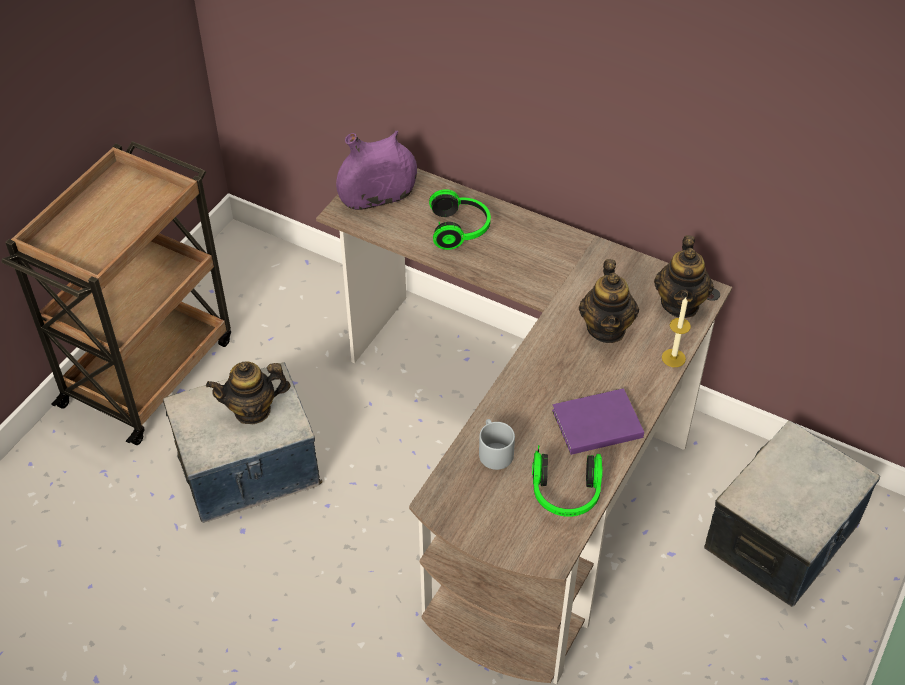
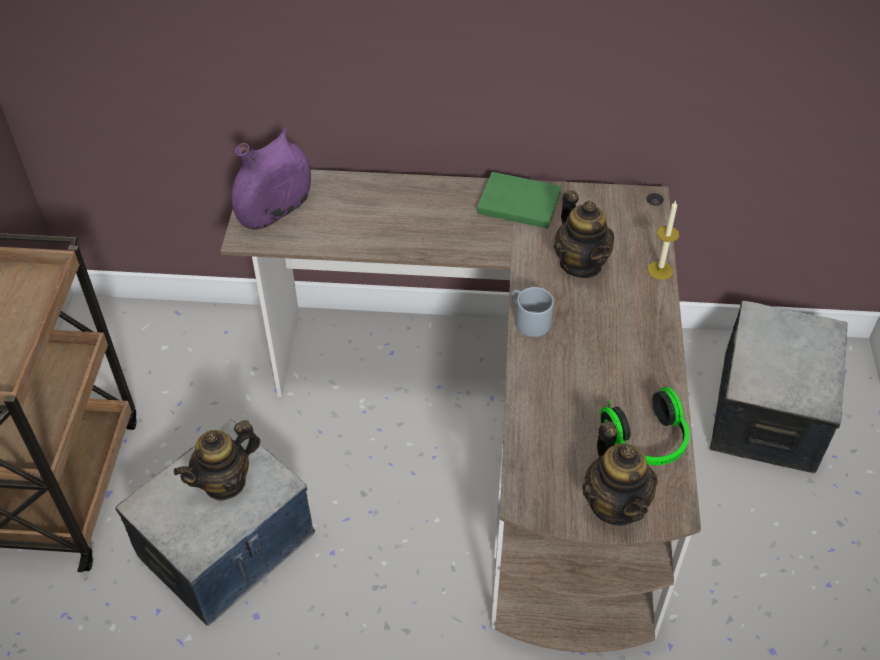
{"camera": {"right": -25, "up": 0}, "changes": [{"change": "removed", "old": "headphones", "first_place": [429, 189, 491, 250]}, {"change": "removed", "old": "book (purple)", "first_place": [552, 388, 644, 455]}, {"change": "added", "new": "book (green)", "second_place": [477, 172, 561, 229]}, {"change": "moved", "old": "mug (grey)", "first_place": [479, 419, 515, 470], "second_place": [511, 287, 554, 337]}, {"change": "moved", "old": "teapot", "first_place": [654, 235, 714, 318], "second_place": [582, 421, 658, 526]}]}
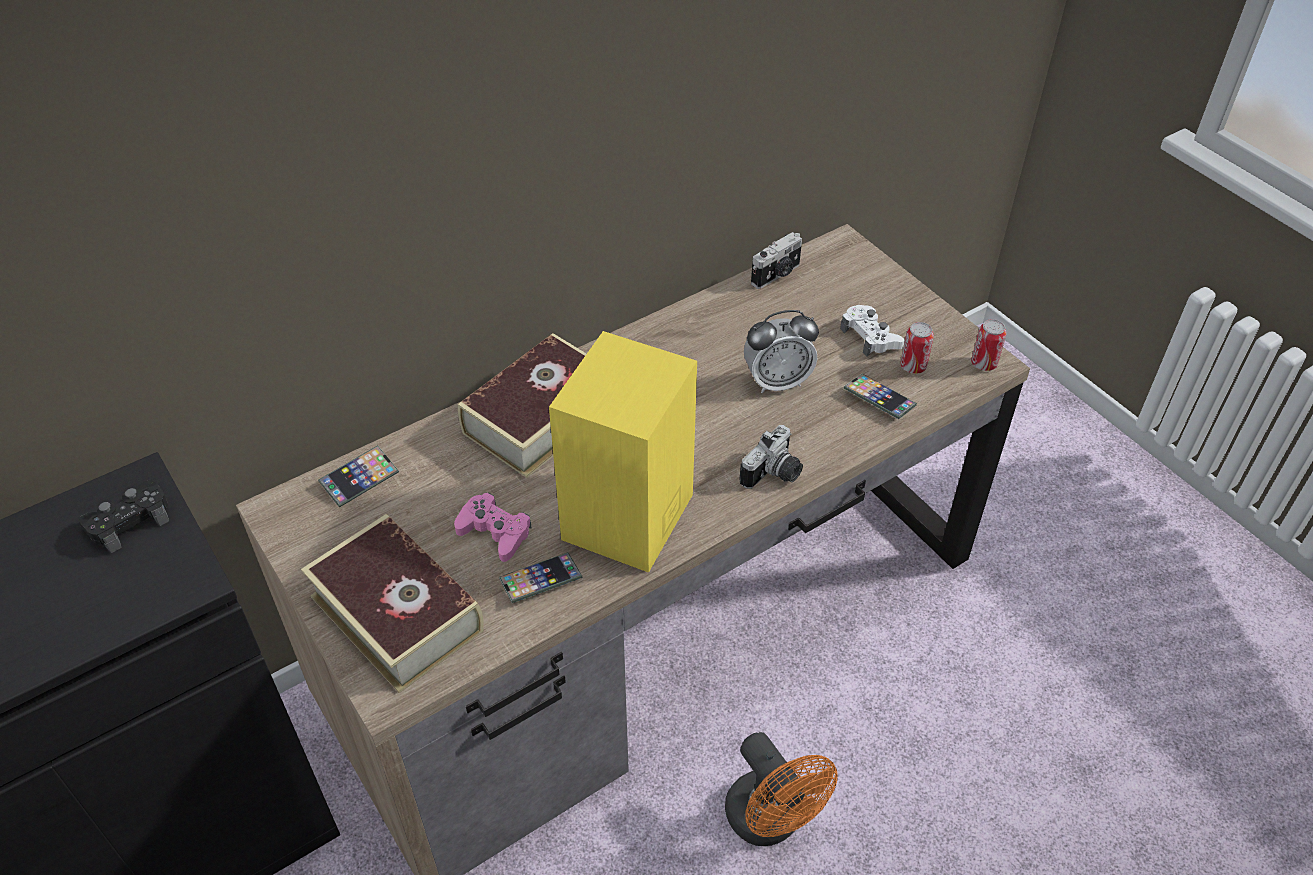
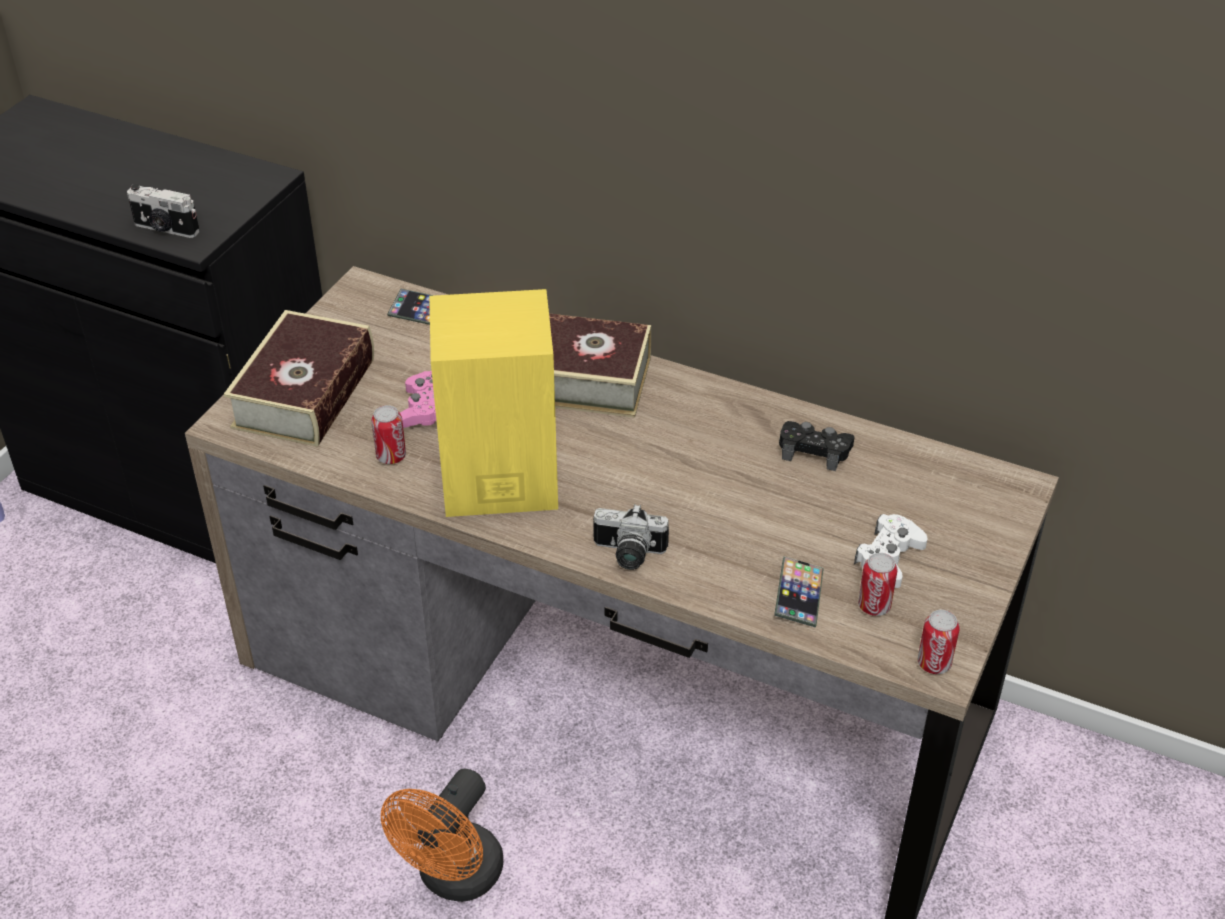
{"camera": {"right": 60, "up": -5}, "changes": [{"change": "removed", "old": "alarm clock", "first_place": [744, 310, 819, 393]}, {"change": "moved", "old": "game controller (black)", "first_place": [78, 480, 169, 553], "second_place": [779, 421, 854, 471]}, {"change": "moved", "old": "photo camera", "first_place": [751, 232, 802, 289], "second_place": [127, 184, 200, 238]}, {"change": "replaced", "old": "phone", "new": "can", "first_place": [499, 552, 583, 603], "second_place": [371, 405, 406, 464]}]}
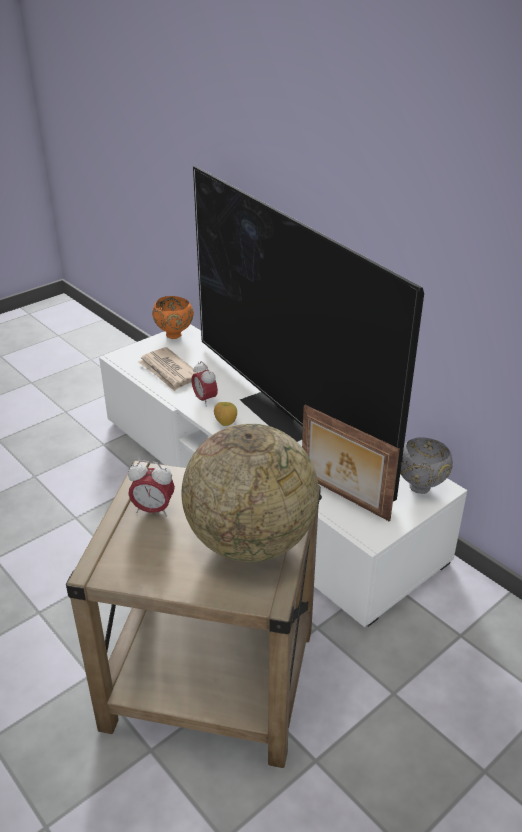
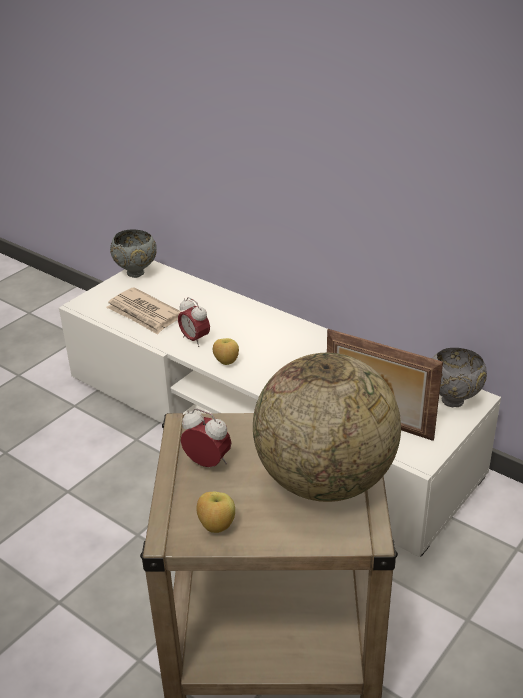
{"camera": {"right": -10, "up": 0}, "changes": [{"change": "removed", "old": "television", "first_place": [193, 166, 424, 501]}, {"change": "added", "new": "apple", "second_place": [196, 492, 235, 533]}, {"change": "recoloured", "old": "bowl (orange)", "new": "bowl (grey)", "first_place": [152, 296, 194, 339], "second_place": [110, 229, 157, 278]}, {"change": "turned", "old": "alarm clock", "first_place": [128, 460, 175, 517], "second_place": [181, 409, 231, 467], "degrees": -150}]}
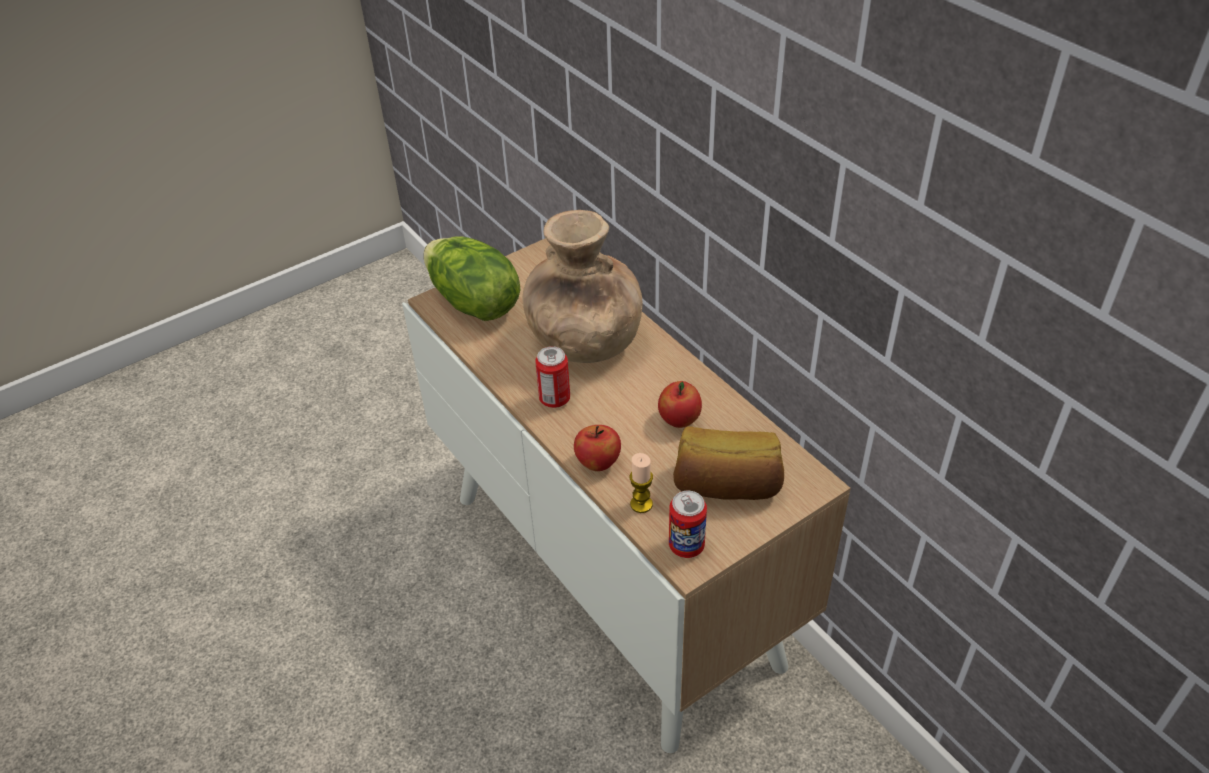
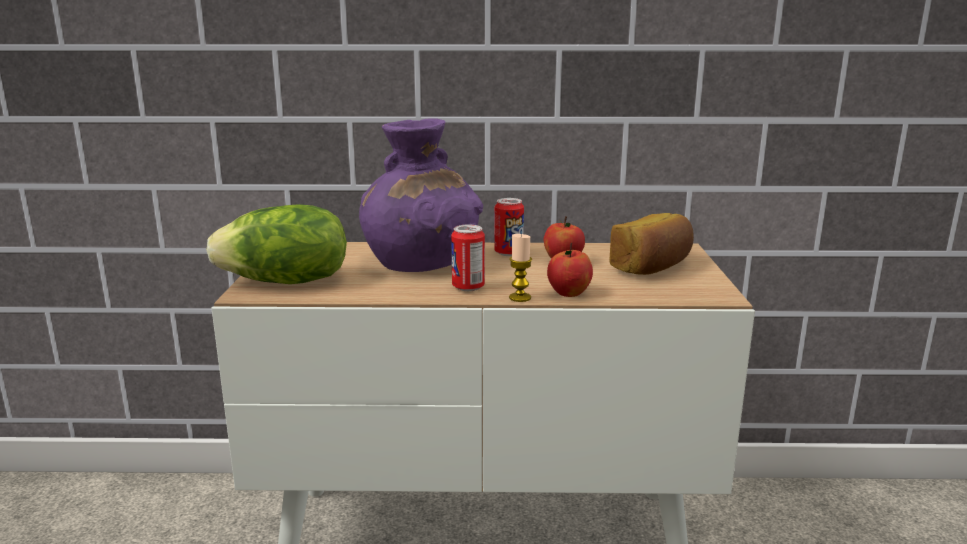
{"camera": {"right": -55, "up": -25}, "changes": [{"change": "moved", "old": "candle", "first_place": [630, 453, 653, 513], "second_place": [509, 234, 532, 302]}, {"change": "moved", "old": "can", "first_place": [669, 491, 707, 558], "second_place": [494, 198, 524, 256]}, {"change": "recoloured", "old": "vase (brown)", "new": "vase (purple)", "first_place": [522, 210, 643, 363], "second_place": [359, 118, 483, 272]}]}
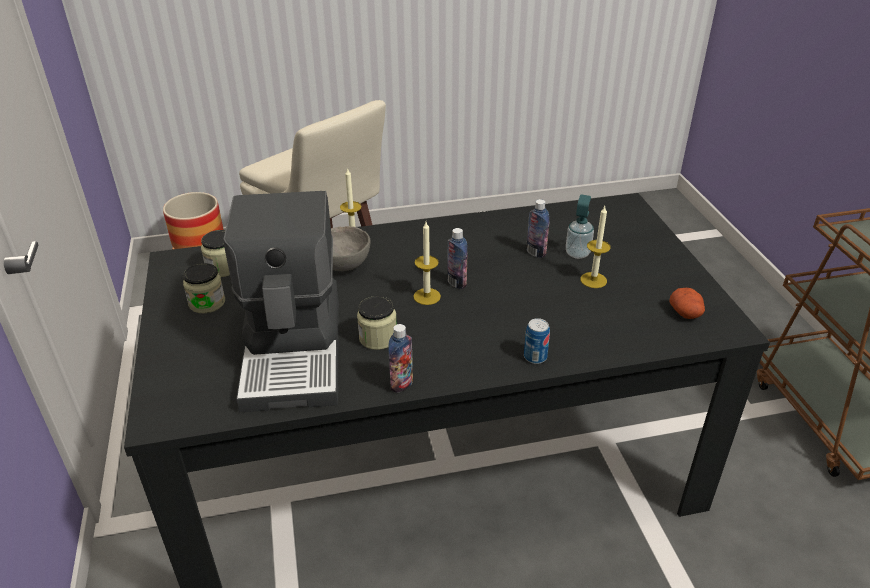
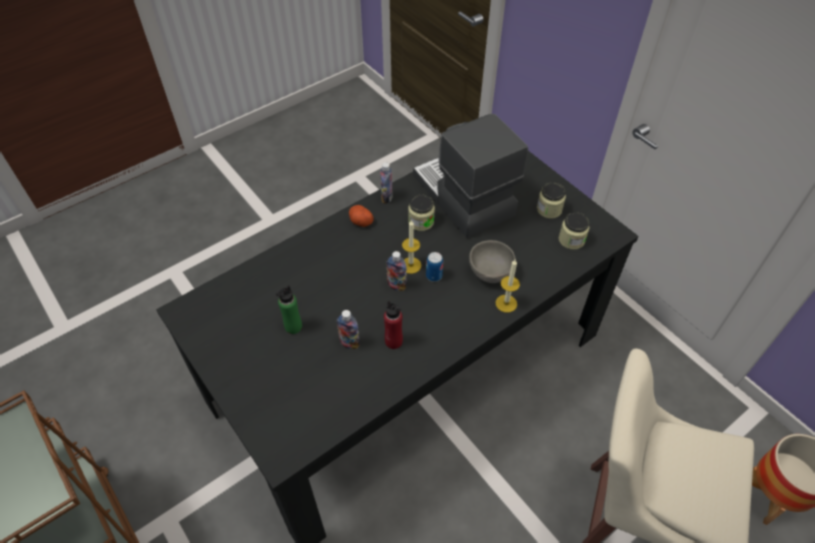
{"camera": {"right": 155, "up": 15}, "changes": [{"change": "removed", "old": "soap dispenser", "first_place": [566, 195, 594, 259]}, {"change": "added", "new": "bottle (red)", "second_place": [384, 301, 403, 349]}, {"change": "moved", "old": "can", "first_place": [524, 318, 550, 364], "second_place": [426, 252, 443, 282]}, {"change": "moved", "old": "potato", "first_place": [669, 288, 705, 319], "second_place": [349, 205, 374, 227]}, {"change": "replaced", "old": "candle", "new": "bottle (green)", "first_place": [580, 206, 610, 288], "second_place": [276, 285, 302, 334]}]}
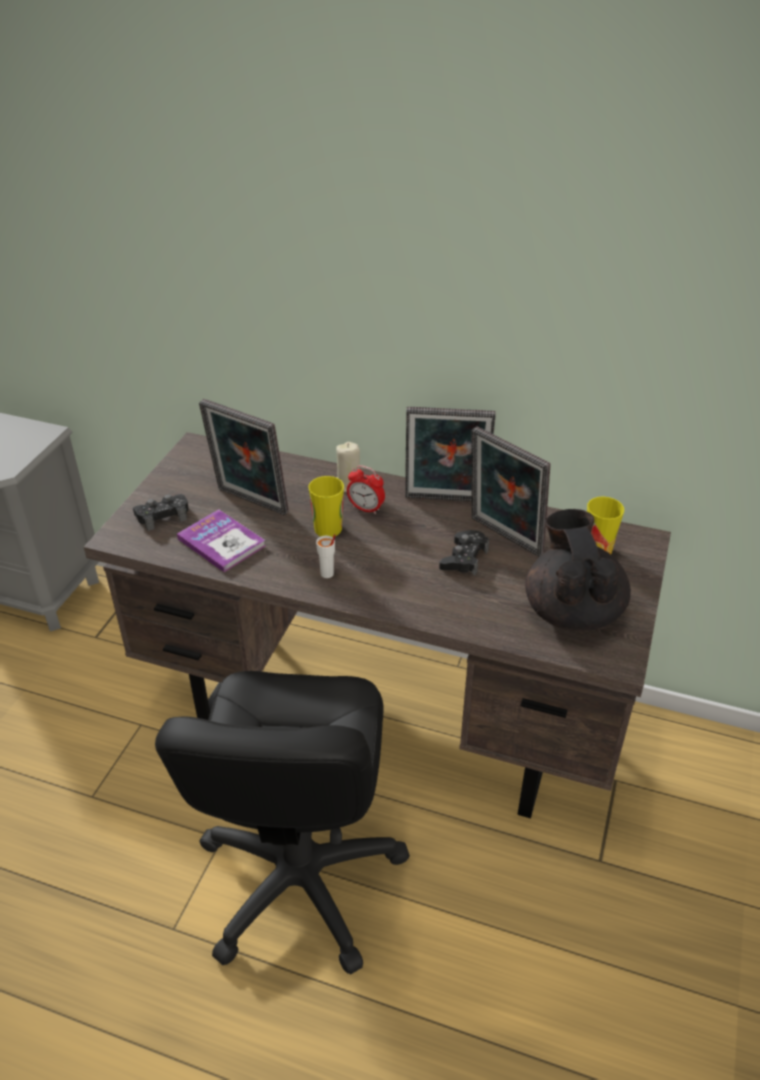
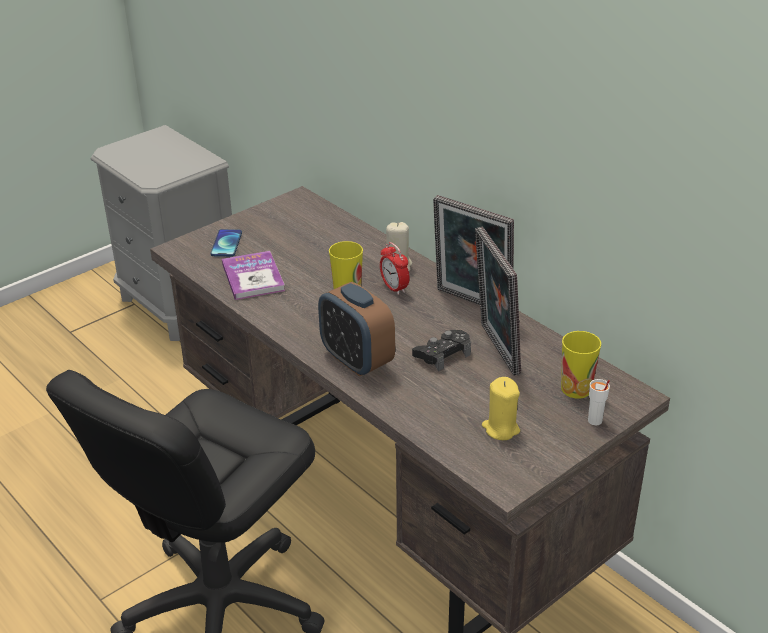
{"camera": {"right": 30, "up": -5}, "changes": [{"change": "removed", "old": "picture frame", "first_place": [199, 399, 289, 515]}, {"change": "added", "new": "alarm clock", "second_place": [318, 282, 395, 377]}, {"change": "moved", "old": "cup (white)", "first_place": [316, 534, 335, 578], "second_place": [588, 379, 610, 425]}, {"change": "replaced", "old": "game controller (black)", "new": "phone", "first_place": [133, 494, 189, 531], "second_place": [211, 229, 242, 257]}, {"change": "replaced", "old": "teapot (black)", "new": "candle (yellow)", "first_place": [525, 509, 631, 631], "second_place": [482, 377, 520, 440]}]}
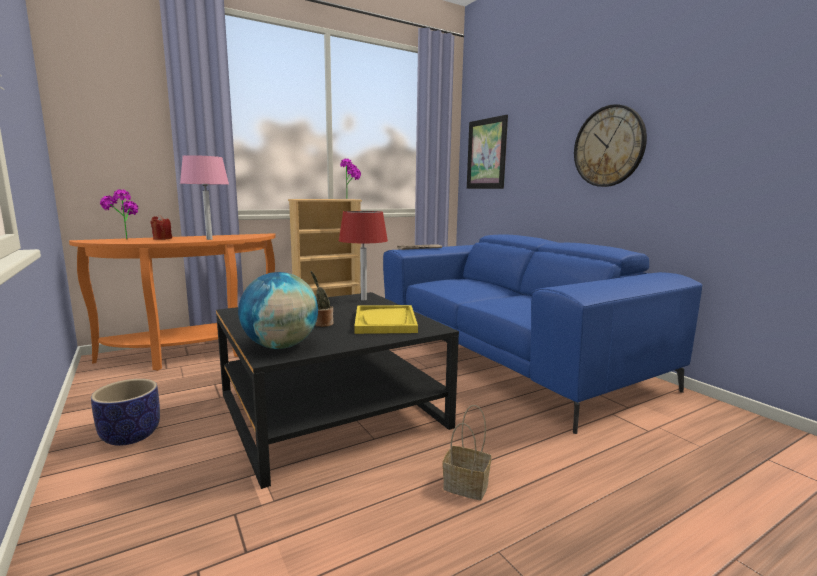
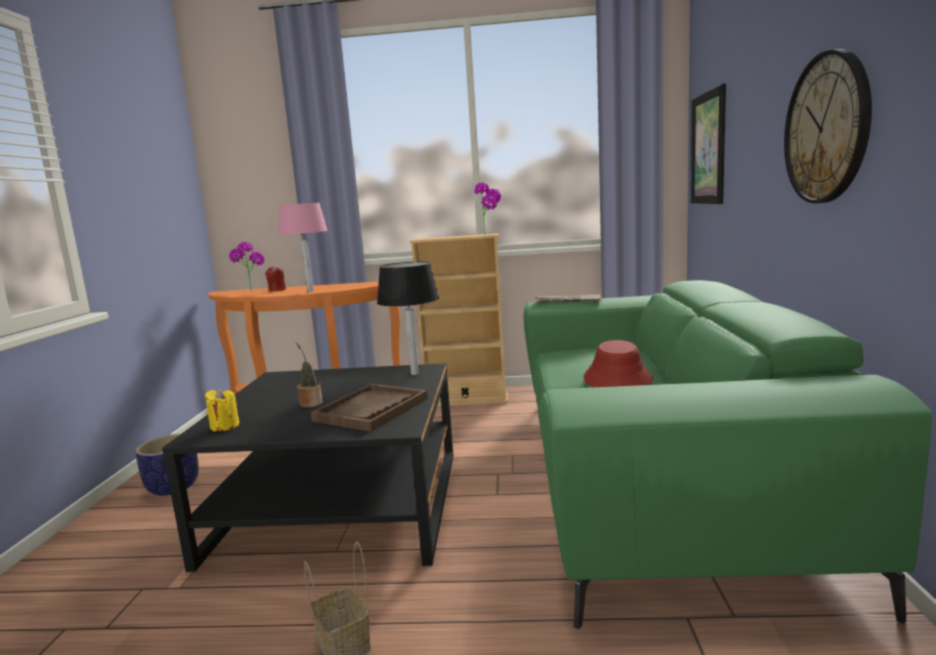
{"camera": {"right": 35, "up": 0}, "changes": [{"change": "added", "new": "hat (red)", "second_place": [584, 340, 653, 387]}, {"change": "replaced", "old": "globe", "new": "candle (yellow)", "first_place": [238, 272, 318, 349], "second_place": [205, 389, 239, 432]}, {"change": "recoloured", "old": "table lamp (red)", "new": "table lamp (black)", "first_place": [338, 211, 388, 300], "second_place": [377, 261, 439, 375]}, {"change": "recoloured", "old": "tray (yellow)", "new": "tray (brown)", "first_place": [354, 305, 418, 334], "second_place": [311, 384, 428, 432]}, {"change": "recoloured", "old": "sofa (blue)", "new": "sofa (green)", "first_place": [383, 234, 702, 434], "second_place": [524, 280, 932, 630]}]}
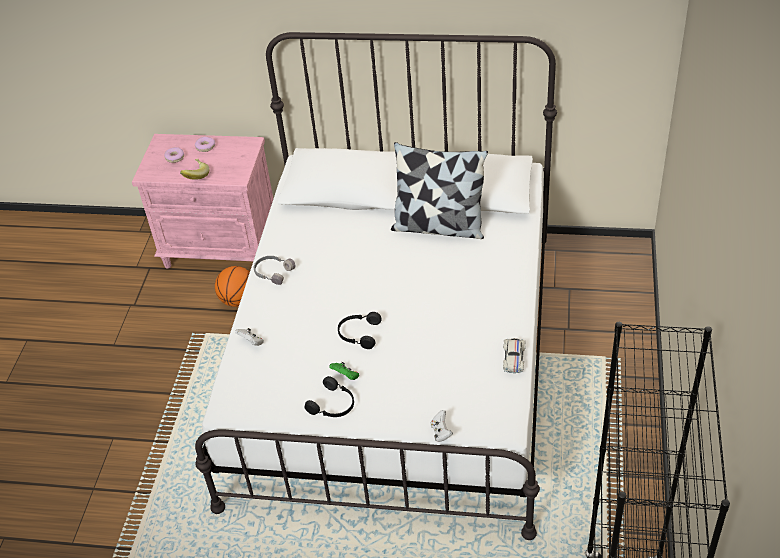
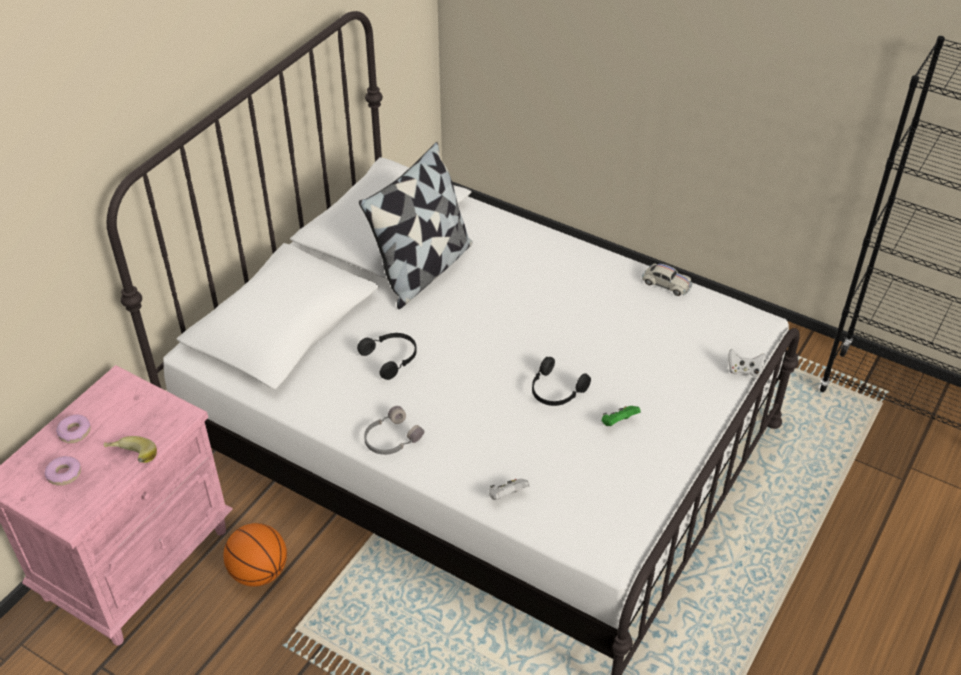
{"camera": {"right": -70, "up": 0}, "changes": [{"change": "moved", "old": "headphones (black)", "first_place": [304, 376, 354, 417], "second_place": [357, 333, 417, 380]}]}
